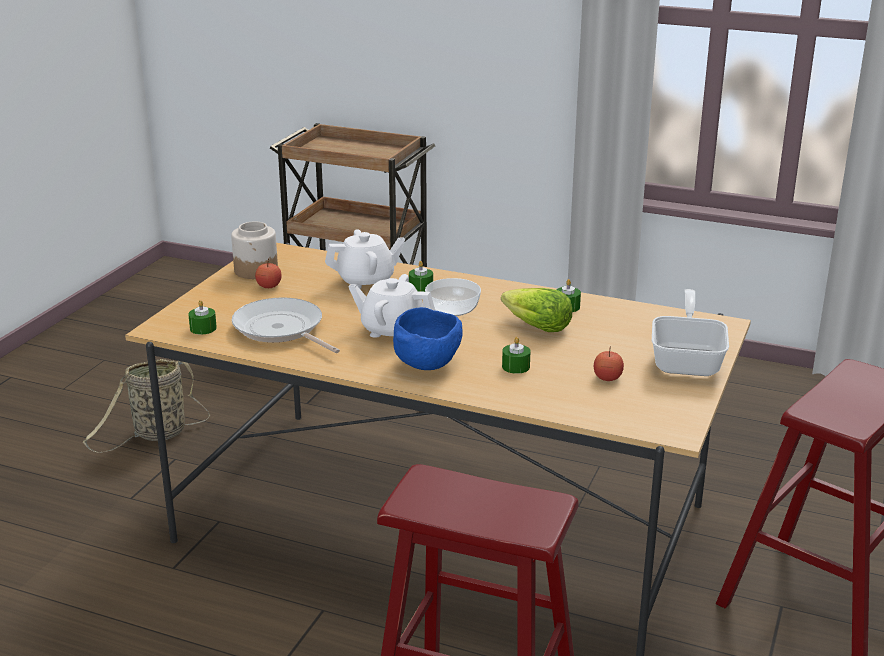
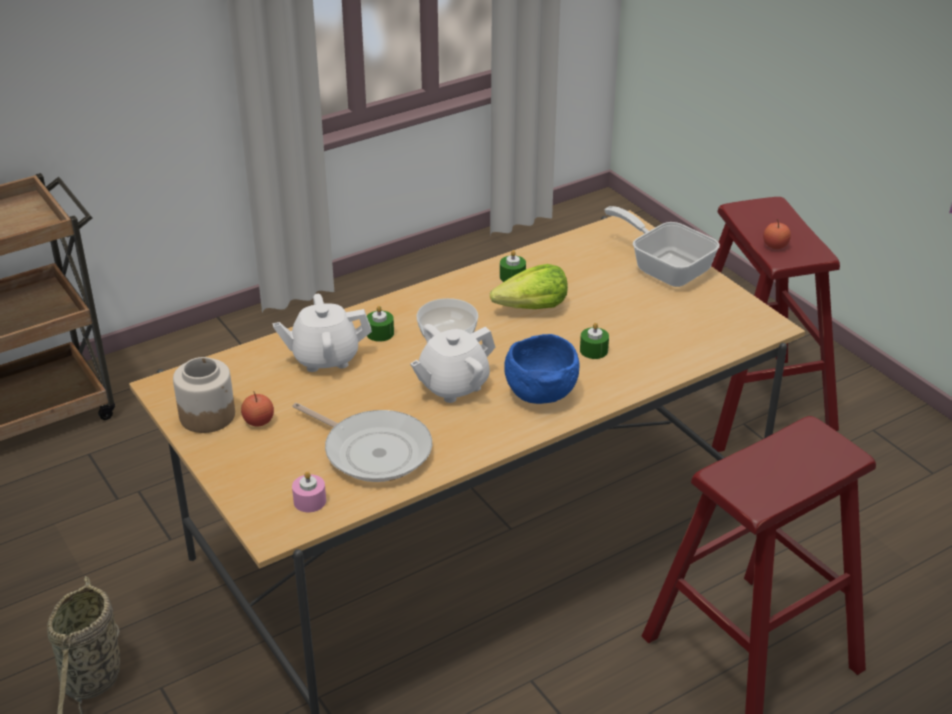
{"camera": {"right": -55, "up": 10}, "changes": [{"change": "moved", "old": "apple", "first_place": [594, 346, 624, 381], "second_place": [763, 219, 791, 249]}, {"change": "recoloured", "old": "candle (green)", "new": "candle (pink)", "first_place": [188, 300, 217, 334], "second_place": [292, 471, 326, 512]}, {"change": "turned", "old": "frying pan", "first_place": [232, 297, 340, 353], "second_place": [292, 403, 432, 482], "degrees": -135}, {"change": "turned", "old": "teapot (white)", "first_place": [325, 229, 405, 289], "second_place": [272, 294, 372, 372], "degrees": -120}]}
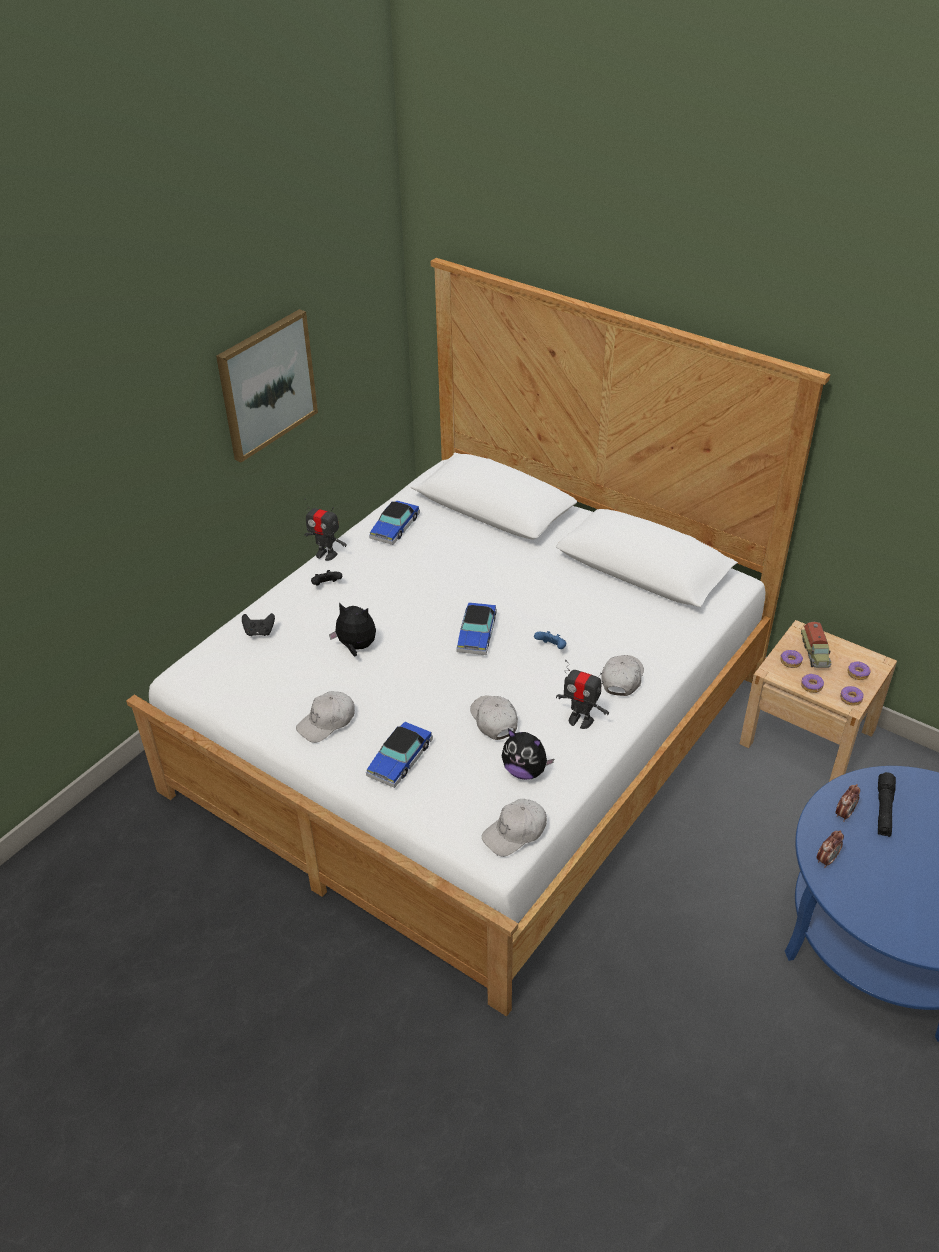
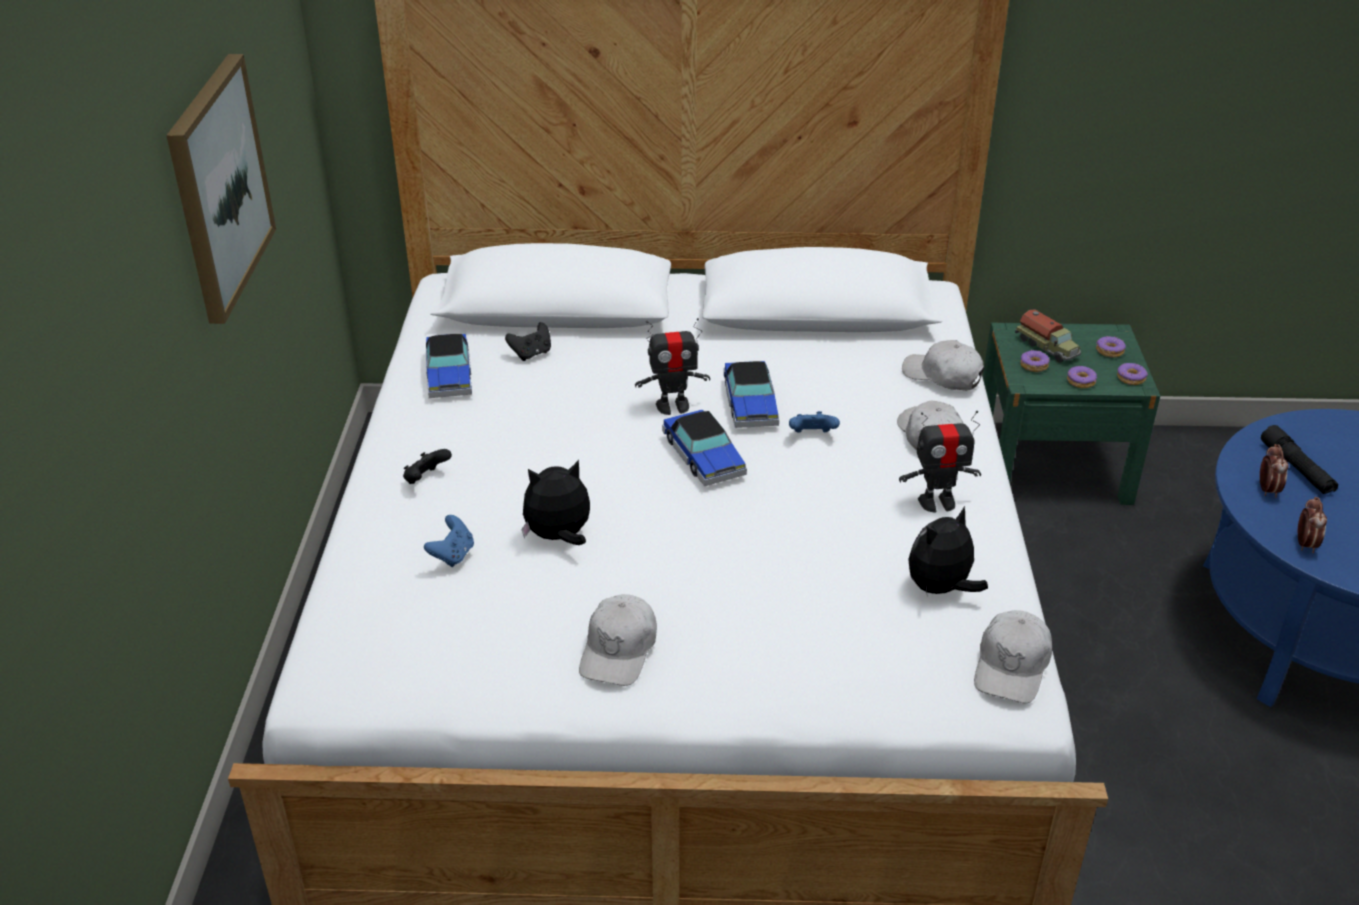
{"camera": {"right": -35, "up": -5}, "changes": [{"change": "added", "new": "game controller (blue)", "second_place": [424, 515, 474, 567]}, {"change": "moved", "old": "game controller (black)", "first_place": [242, 613, 275, 636], "second_place": [505, 322, 551, 361]}, {"change": "moved", "old": "toy robot", "first_place": [304, 499, 347, 561], "second_place": [635, 318, 710, 415]}, {"change": "moved", "old": "toy car", "first_place": [366, 722, 433, 788], "second_place": [724, 361, 779, 428]}, {"change": "moved", "old": "cap (white)", "first_place": [470, 696, 518, 740], "second_place": [902, 340, 984, 391]}, {"change": "recoloured", "old": "nightstand (beige)", "new": "nightstand (green)", "first_place": [740, 620, 897, 782], "second_place": [983, 323, 1160, 505]}, {"change": "turned", "old": "plush toy", "first_place": [502, 729, 554, 780], "second_place": [908, 506, 988, 594], "degrees": 150}]}
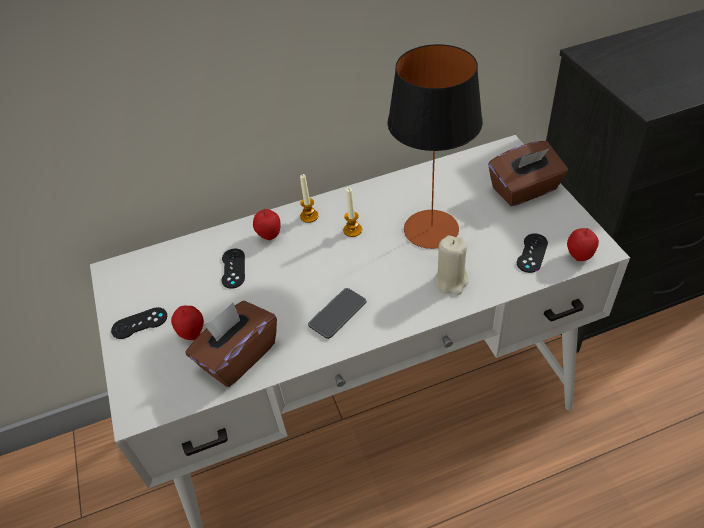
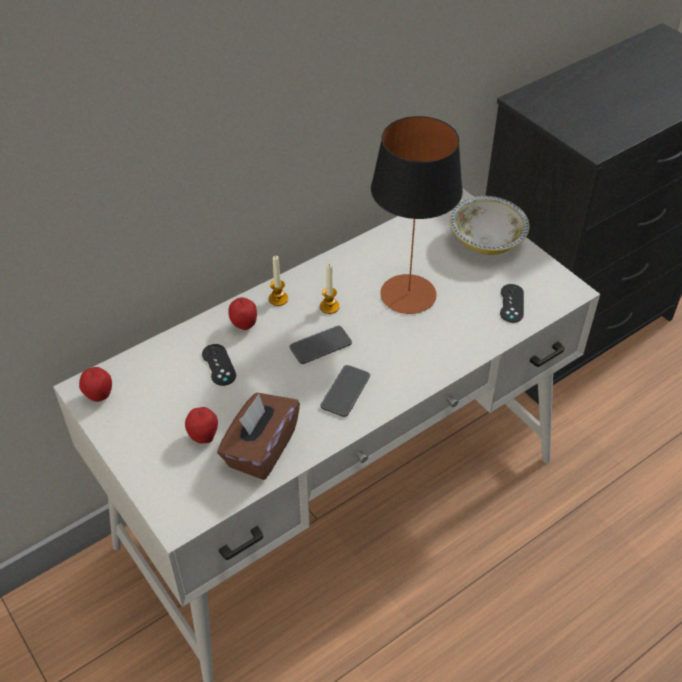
{"camera": {"right": -20, "up": 0}, "changes": [{"change": "removed", "old": "game controller (black)", "first_place": [111, 307, 167, 339]}, {"change": "removed", "old": "candle (beige)", "first_place": [434, 235, 468, 295]}, {"change": "added", "new": "phone", "second_place": [290, 326, 352, 364]}, {"change": "moved", "old": "apple", "first_place": [567, 228, 599, 261], "second_place": [79, 367, 112, 402]}, {"change": "replaced", "old": "tissue box (brown)", "new": "bowl", "first_place": [488, 141, 568, 206], "second_place": [450, 196, 529, 255]}]}
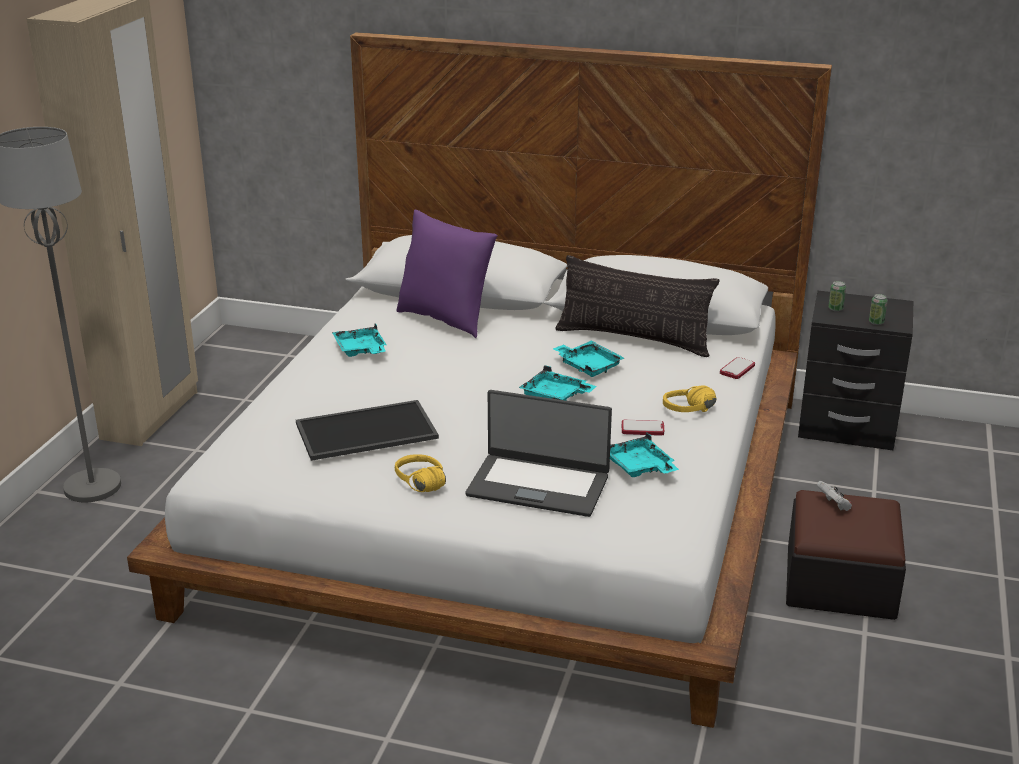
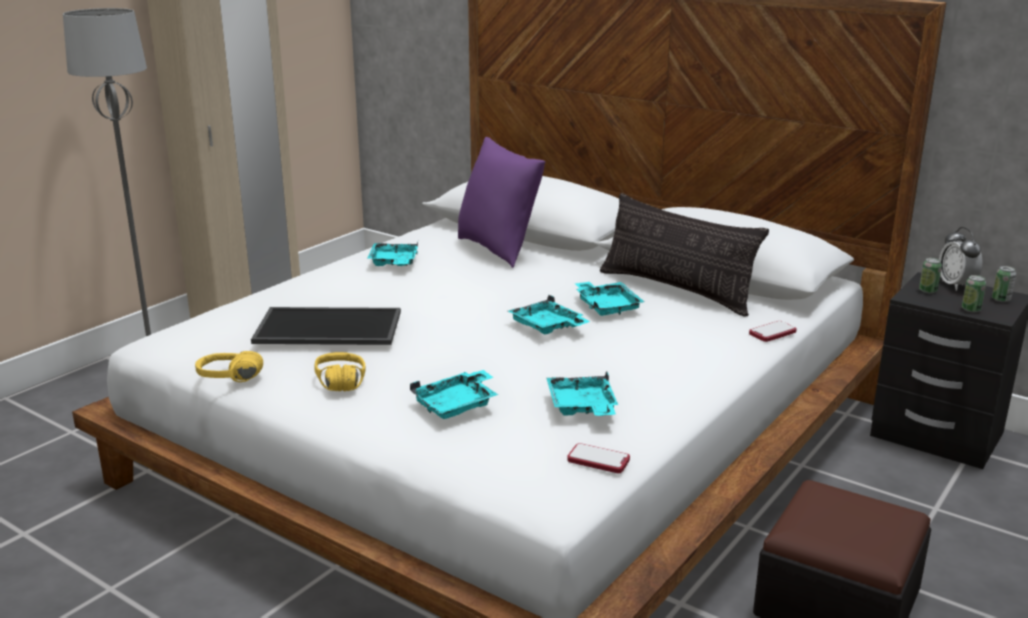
{"camera": {"right": 20, "up": -5}, "changes": [{"change": "removed", "old": "game controller (white)", "first_place": [817, 481, 852, 511]}, {"change": "added", "new": "alarm clock", "second_place": [939, 227, 982, 291]}, {"change": "added", "new": "can", "second_place": [992, 266, 1016, 302]}, {"change": "moved", "old": "phone", "first_place": [622, 420, 664, 436], "second_place": [567, 443, 630, 473]}, {"change": "moved", "old": "headphones (yellow)", "first_place": [663, 386, 717, 412], "second_place": [195, 351, 263, 382]}, {"change": "replaced", "old": "laptop", "new": "tray (turquoise)", "first_place": [465, 390, 612, 517], "second_place": [410, 370, 498, 419]}]}
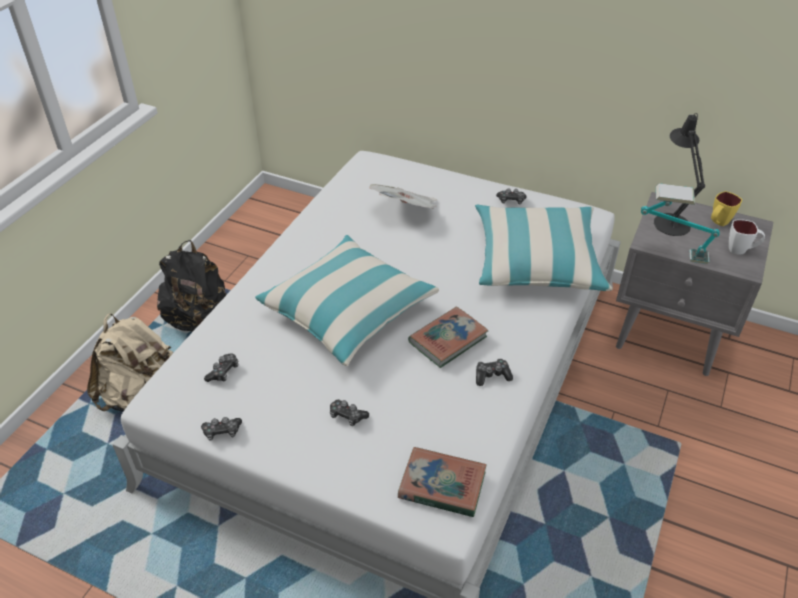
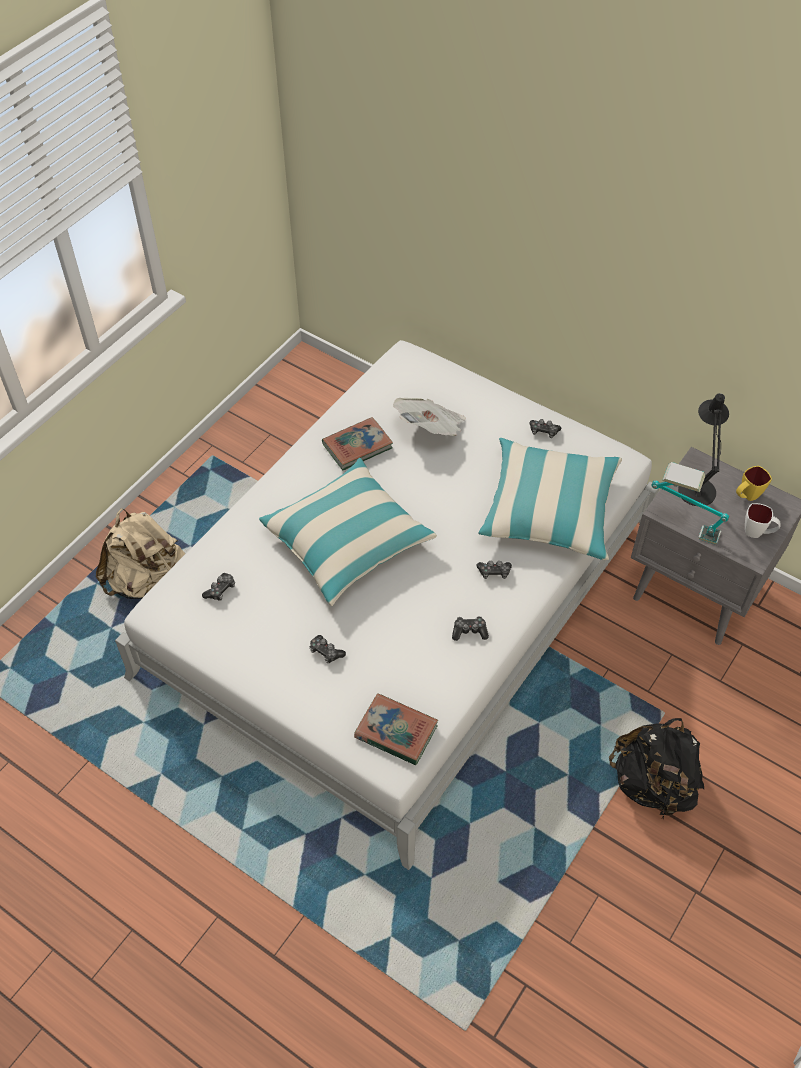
{"camera": {"right": 10, "up": 10}, "changes": [{"change": "moved", "old": "backpack (black)", "first_place": [157, 240, 227, 332], "second_place": [609, 718, 704, 818]}, {"change": "moved", "old": "game controller", "first_place": [201, 417, 242, 441], "second_place": [477, 561, 512, 579]}, {"change": "moved", "old": "book", "first_place": [408, 307, 489, 368], "second_place": [322, 417, 393, 470]}]}
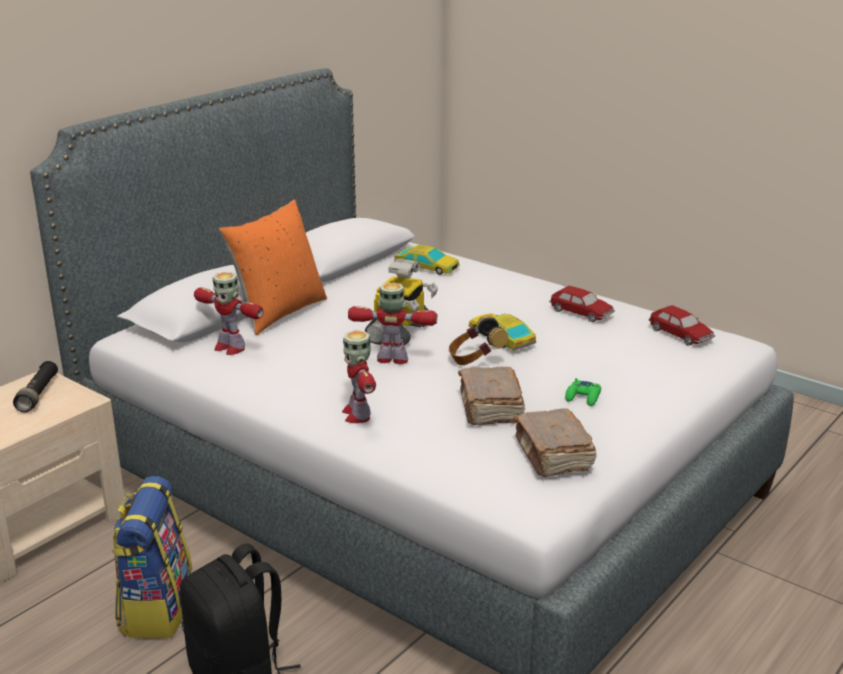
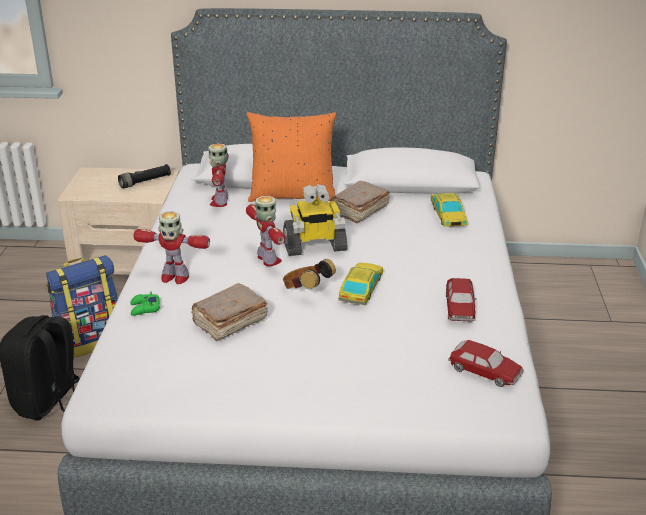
{"camera": {"right": 55, "up": 5}, "changes": [{"change": "moved", "old": "book (brown)", "first_place": [513, 408, 597, 477], "second_place": [331, 181, 390, 223]}, {"change": "moved", "old": "game controller (green)", "first_place": [565, 378, 601, 406], "second_place": [130, 292, 160, 316]}, {"change": "turned", "old": "toy robot", "first_place": [342, 330, 376, 423], "second_place": [133, 211, 210, 284], "degrees": -120}, {"change": "turned", "old": "toy car", "first_place": [648, 304, 715, 345], "second_place": [448, 340, 524, 387], "degrees": -75}]}
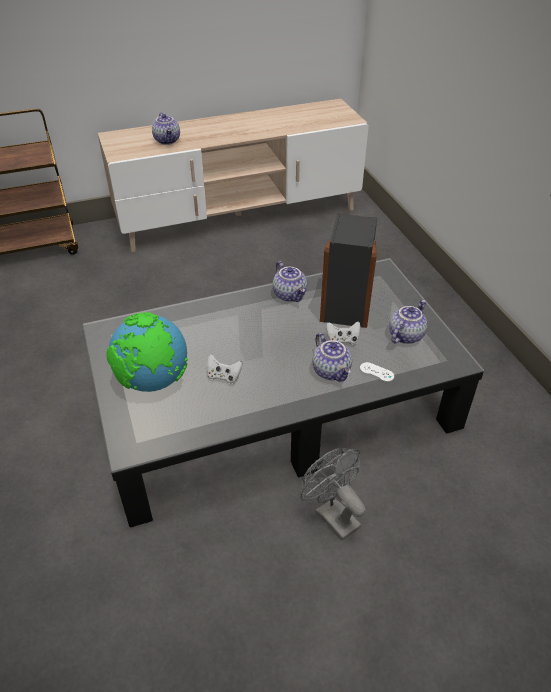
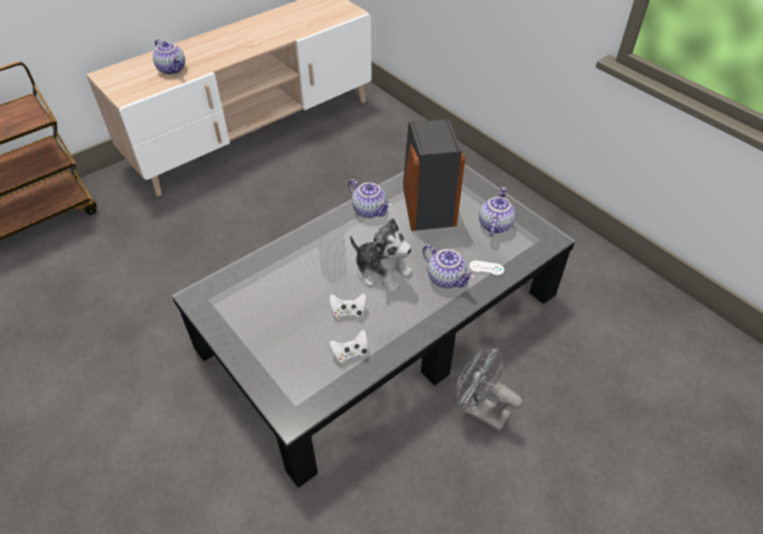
{"camera": {"right": -20, "up": 5}, "changes": [{"change": "removed", "old": "globe", "first_place": [106, 312, 188, 392]}, {"change": "added", "new": "plush toy", "second_place": [350, 218, 413, 293]}, {"change": "moved", "old": "game controller (white)", "first_place": [326, 321, 360, 345], "second_place": [329, 329, 368, 364]}]}
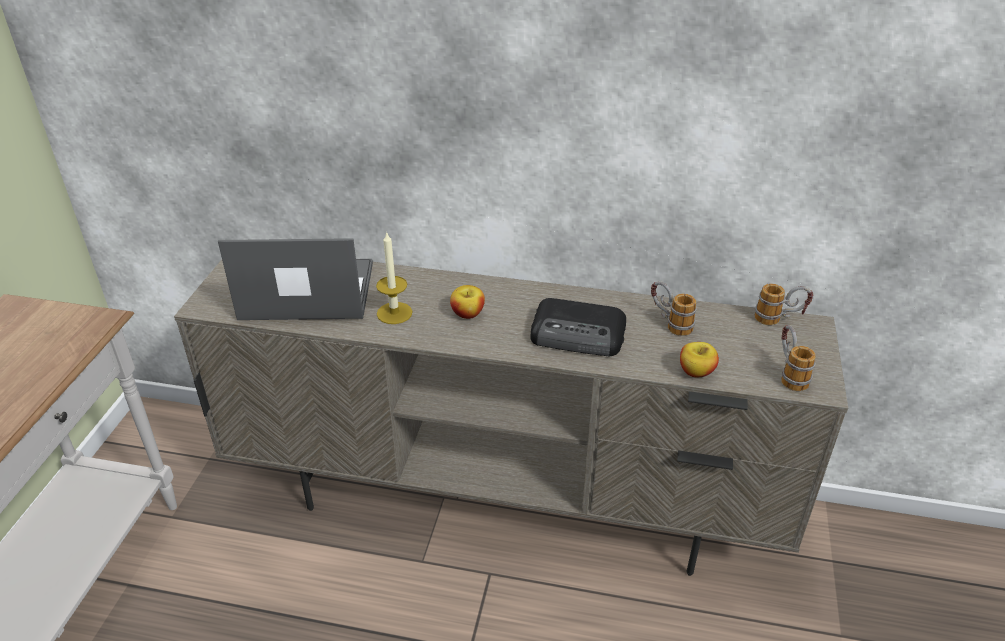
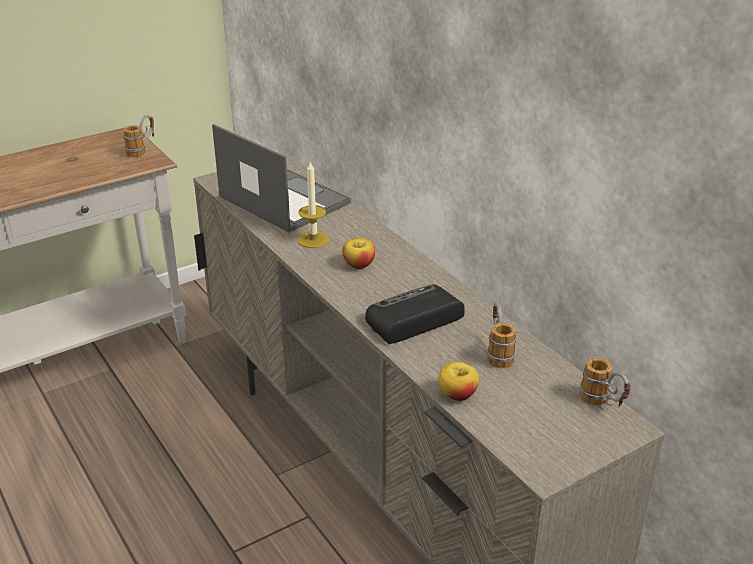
{"camera": {"right": 45, "up": -5}, "changes": [{"change": "moved", "old": "mug", "first_place": [781, 325, 816, 391], "second_place": [123, 115, 154, 157]}, {"change": "turned", "old": "radio", "first_place": [530, 298, 626, 356], "second_place": [365, 285, 464, 344], "degrees": 90}]}
